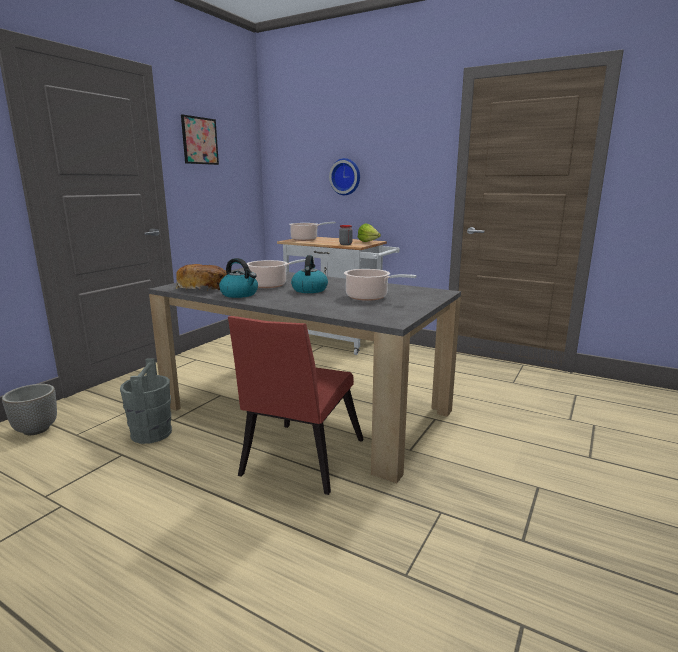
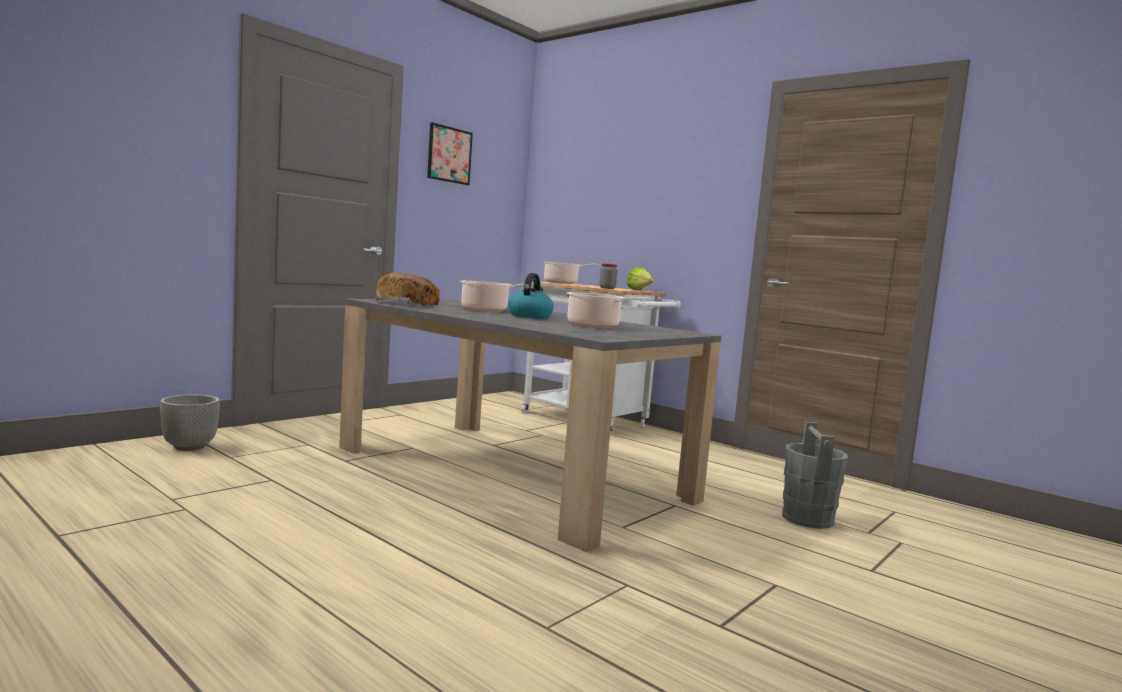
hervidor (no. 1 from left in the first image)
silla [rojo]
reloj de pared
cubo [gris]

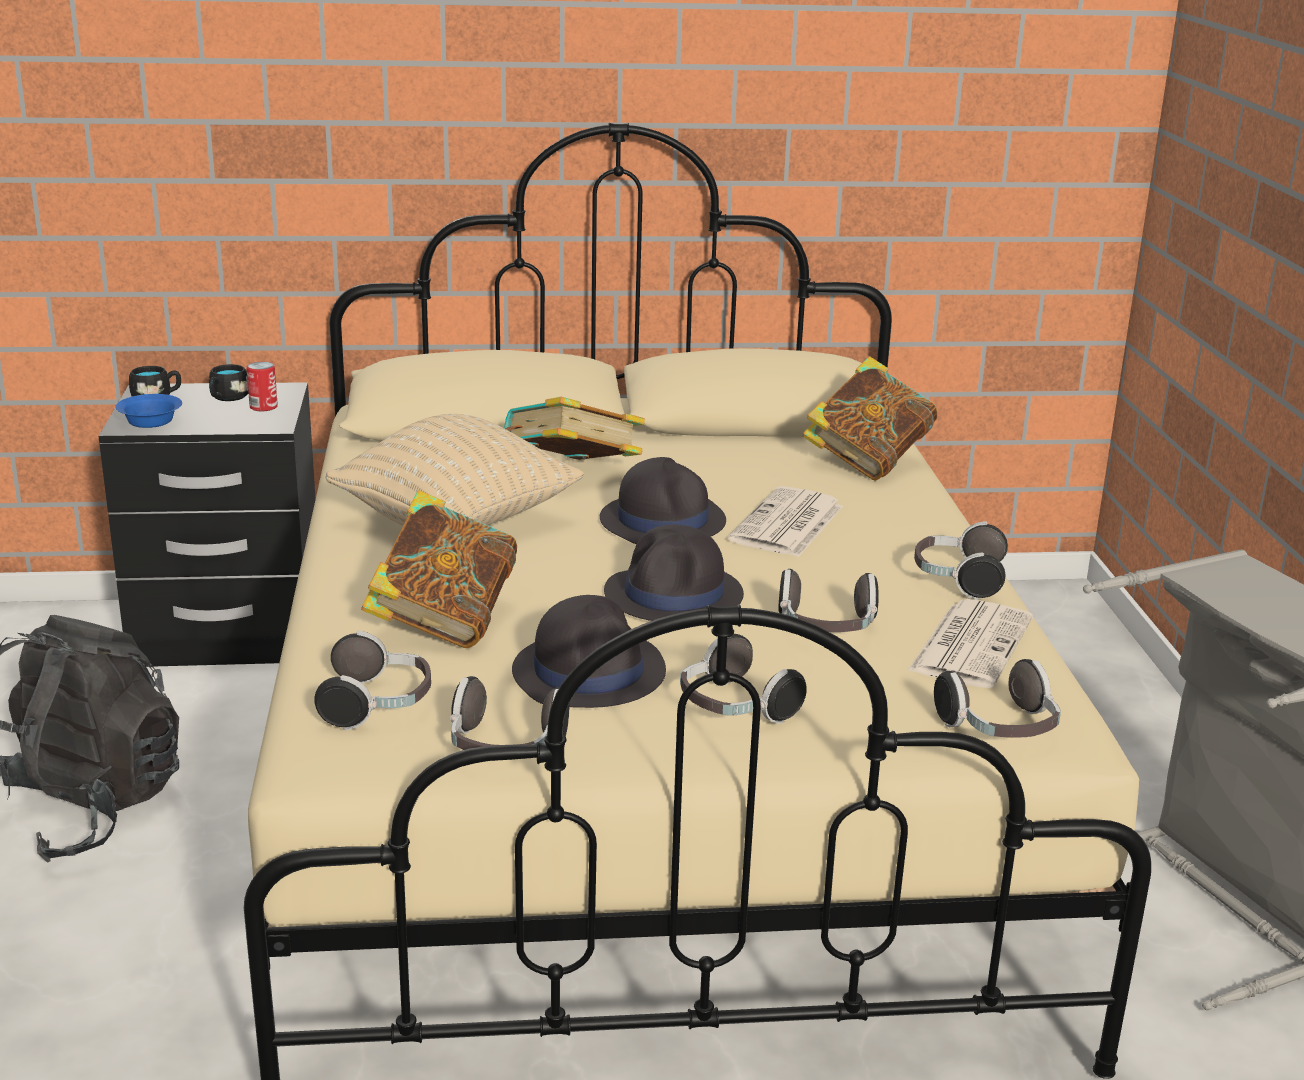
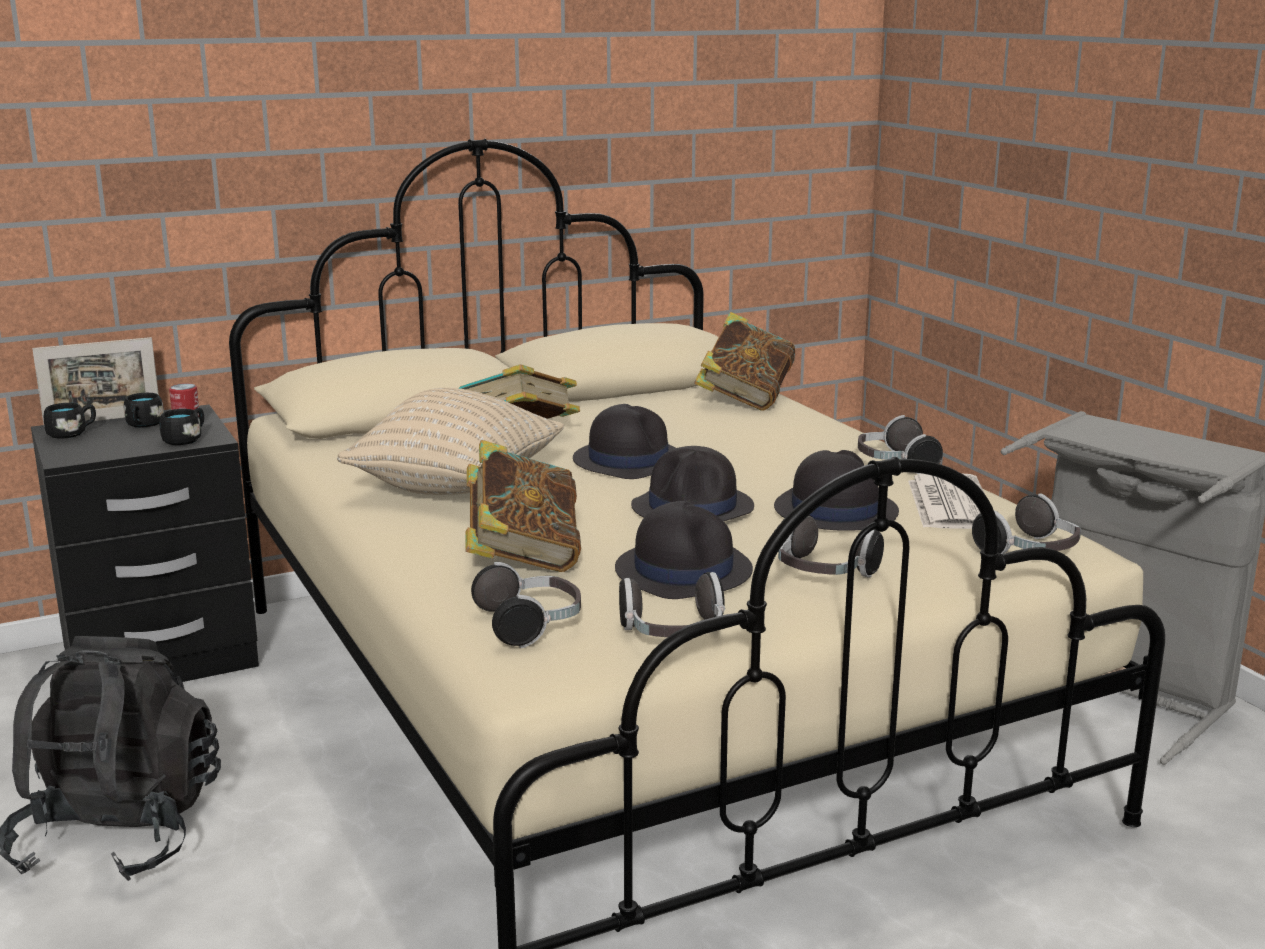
cuenco [azul]
periódico (no. 1 from left in the first image)
portarretratos
taza grande [negro] (no. 3 from left)
sombrero [negro] (no. 4 from left)

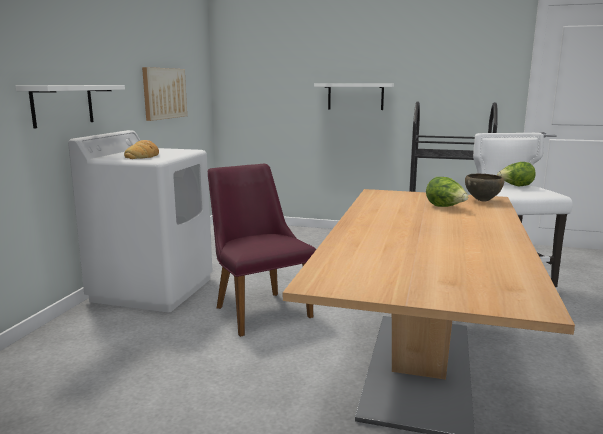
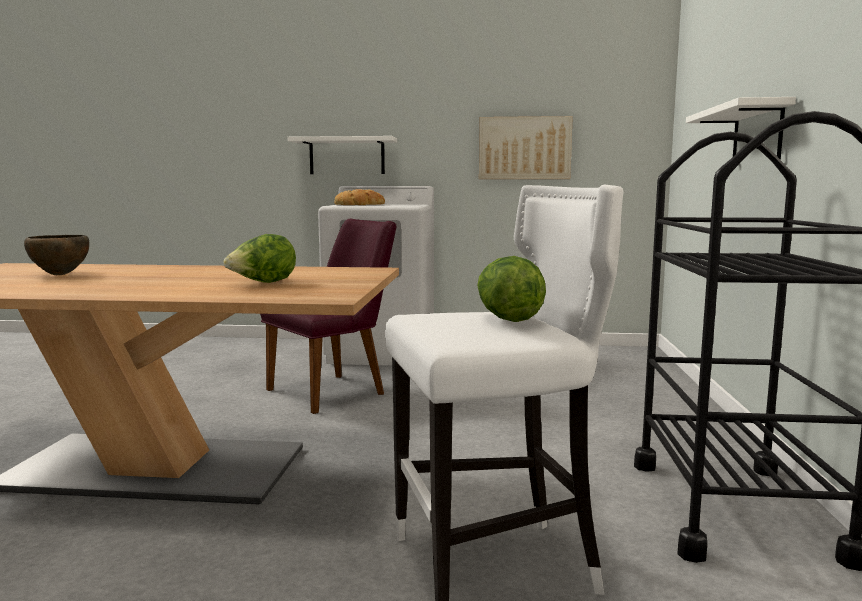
cuenco [marrón]

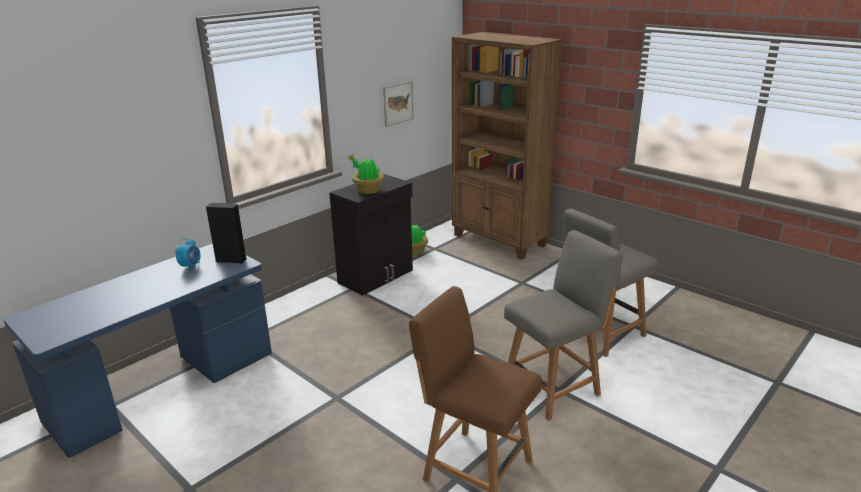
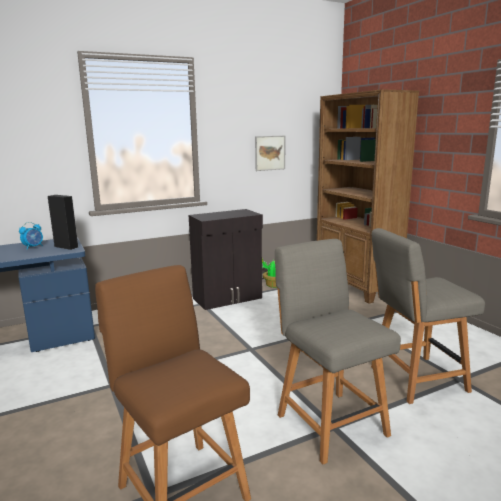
planta en maceta (no. 1 from left in the first image)
silla [gris] (no. 1 from left)

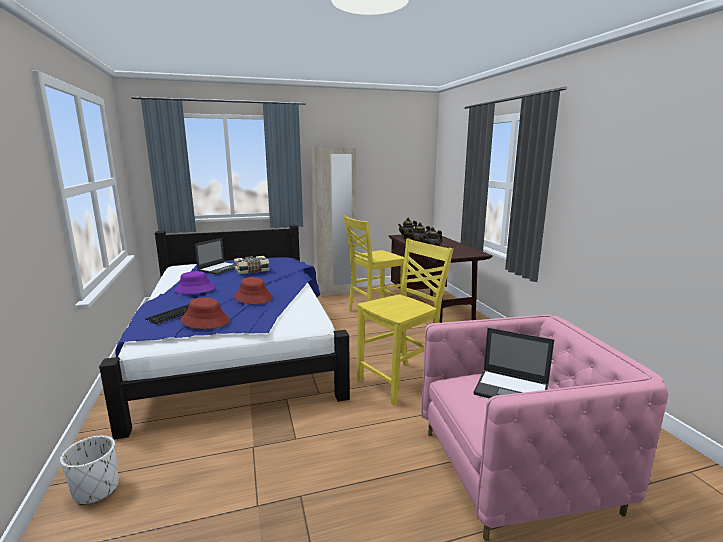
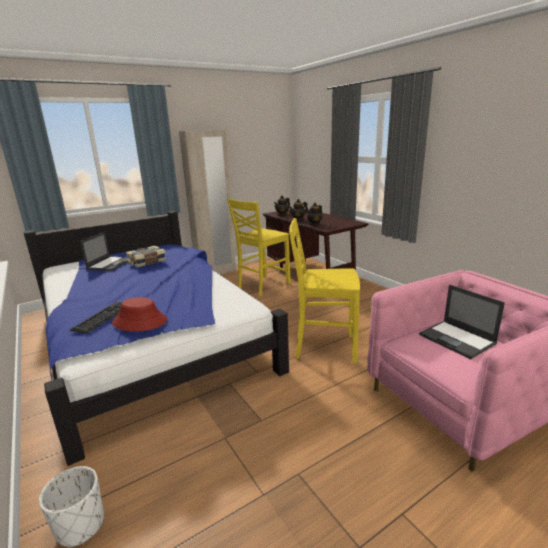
sombrero [morado]
sombrero [rojo] (no. 2 from left in the first image)
silla [amarillo] (no. 2 from left)
portátil (no. 2 from left)

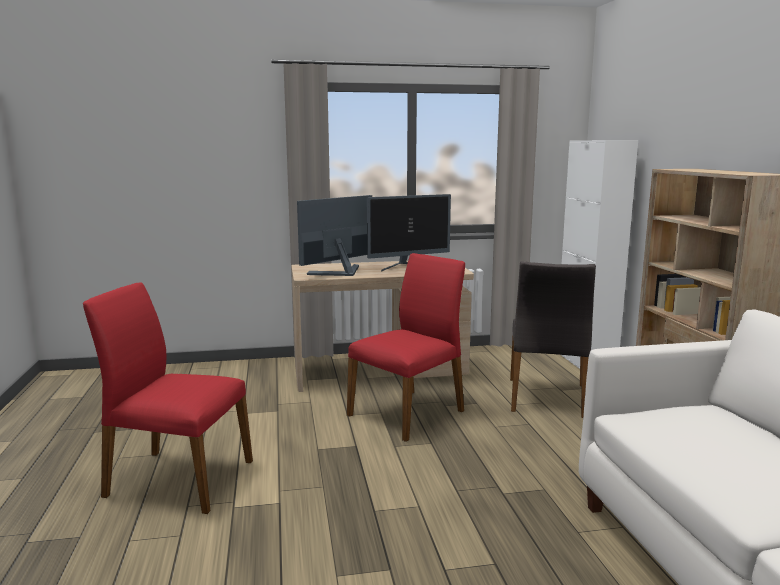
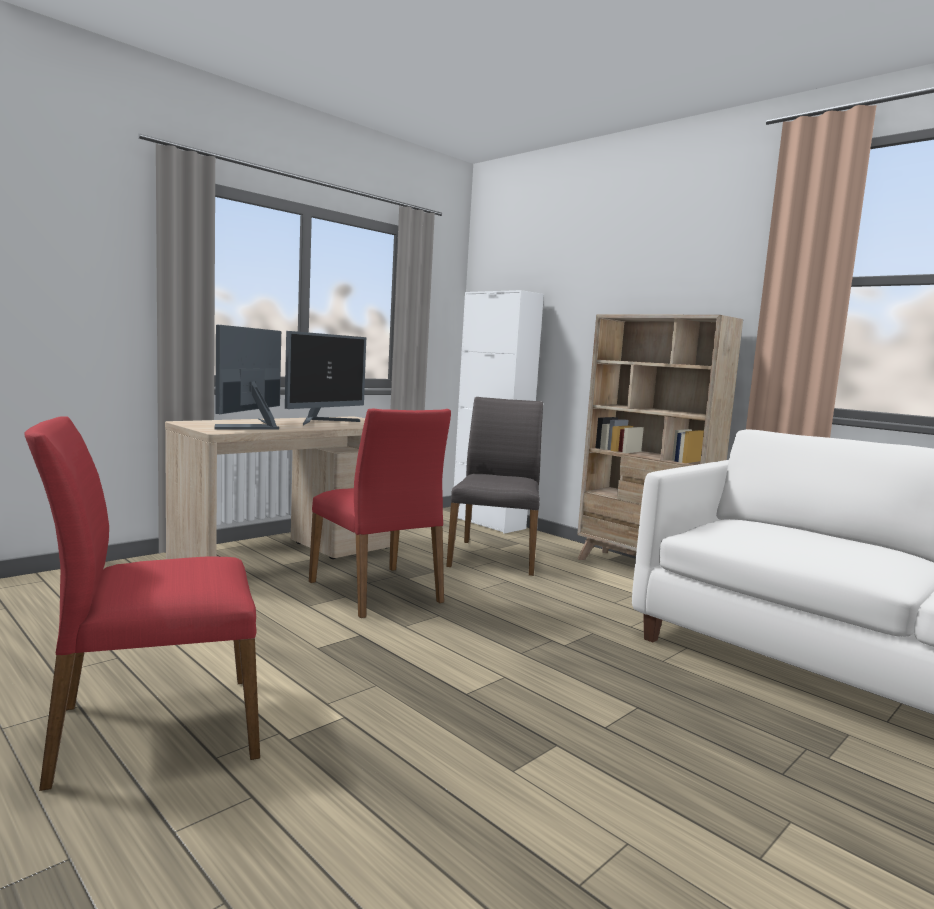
silla [rojo] (no. 2 from left)
silla [gris]

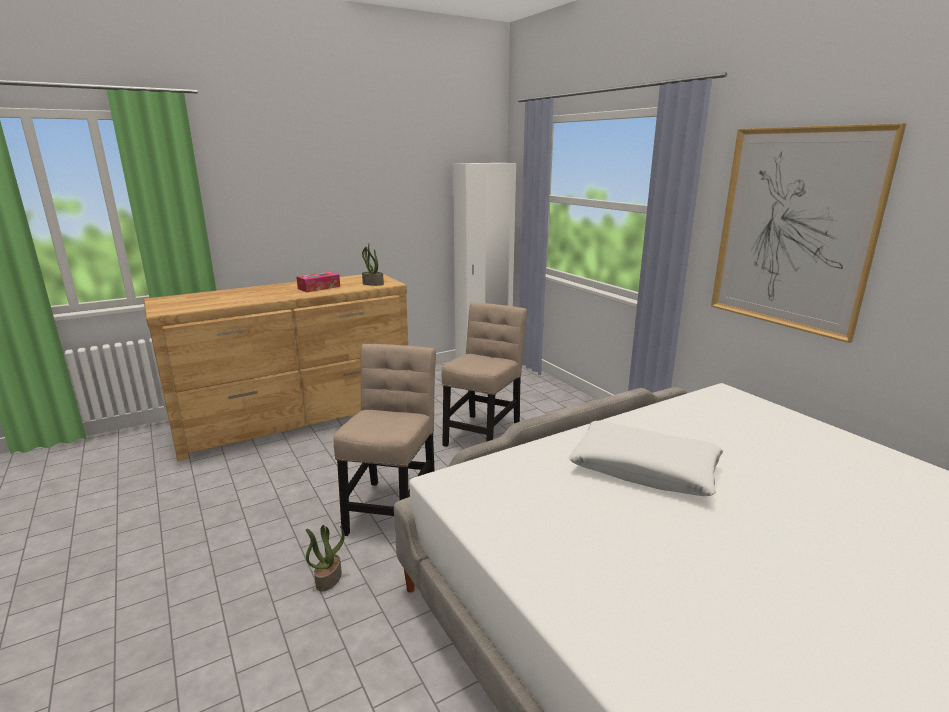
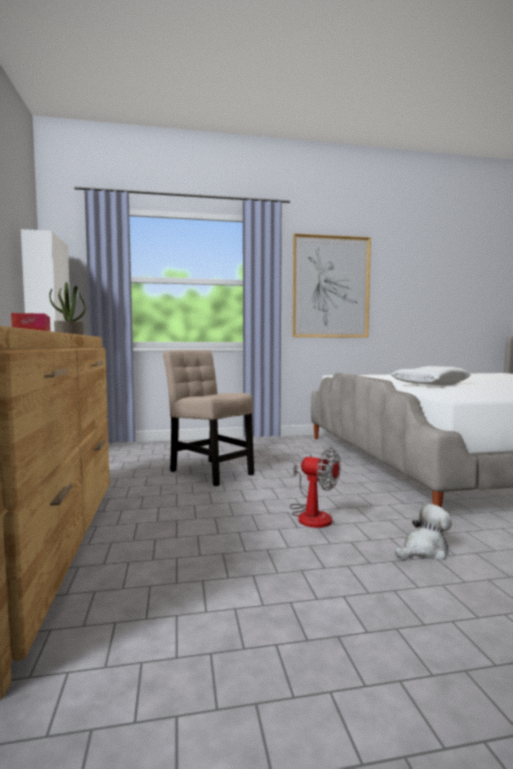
peluche
ventilador

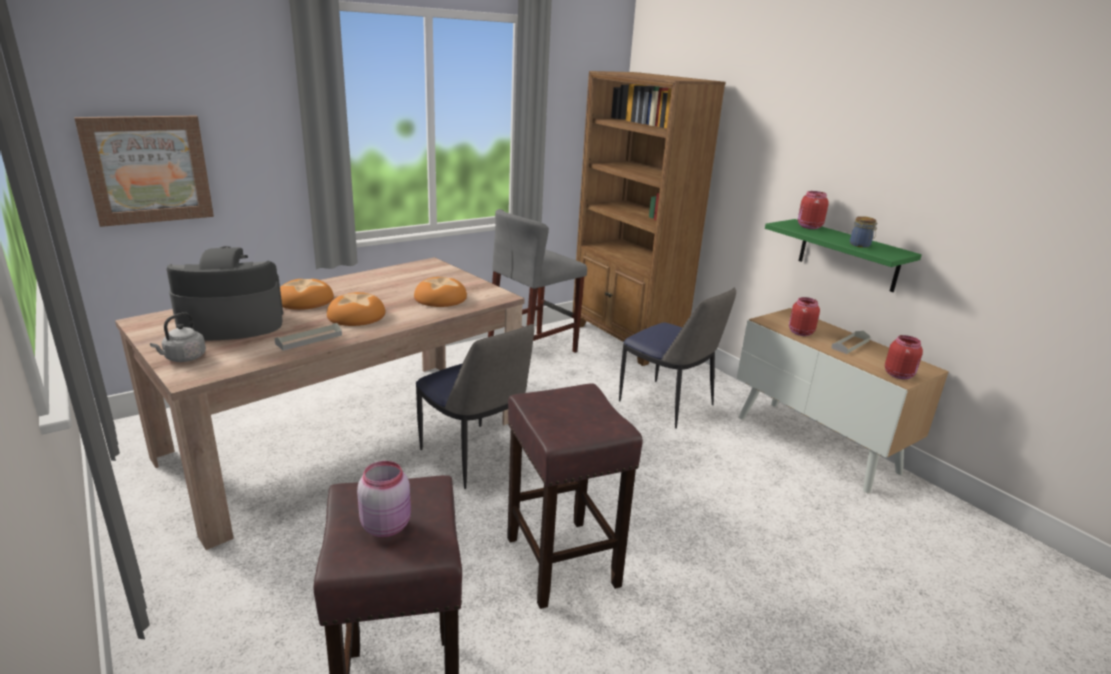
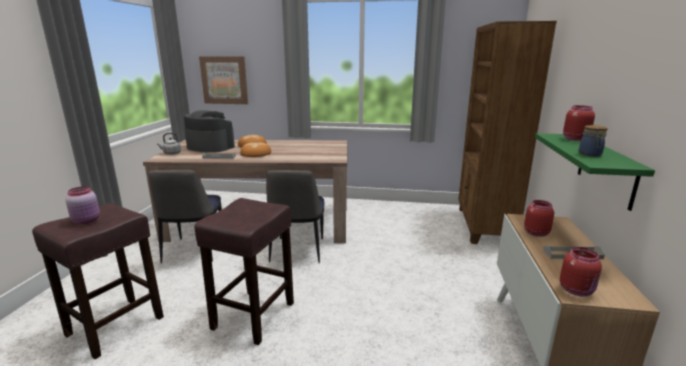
pan (no. 3 from left in the first image)
taburete [gris]
silla (no. 1 from left)

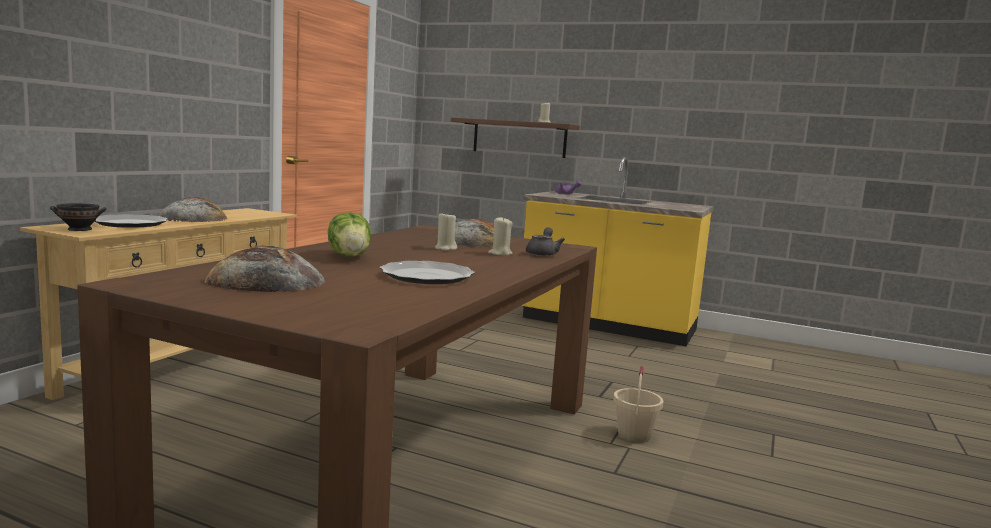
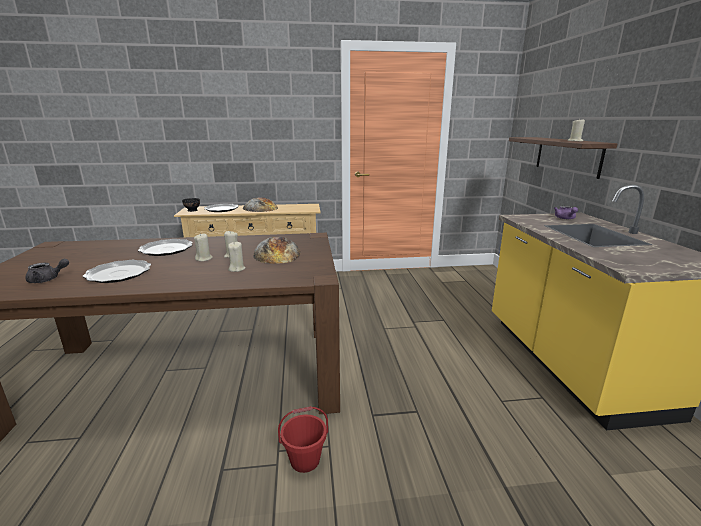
pan (no. 2 from left in the first image)
vela [beis] (no. 1 from left)
tetera [gris]
plato (no. 2 from left)
cubo [rojo]

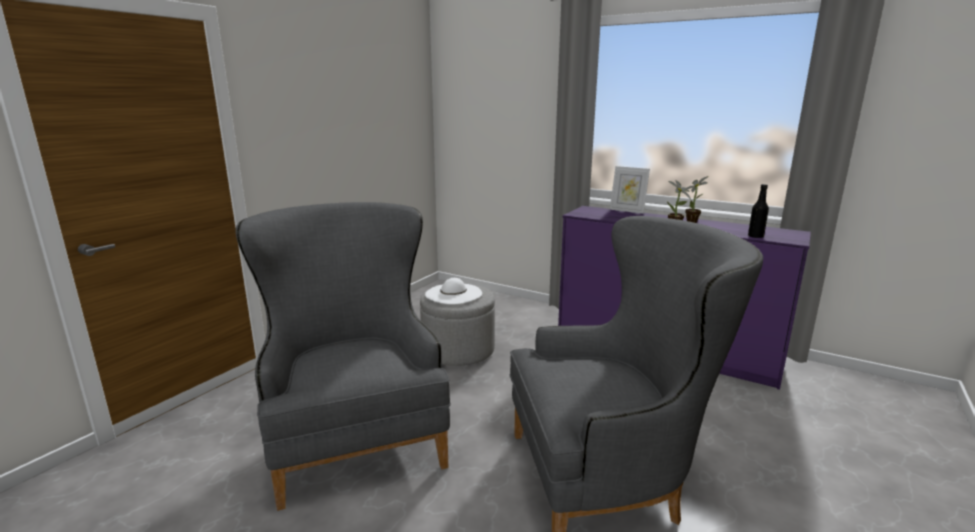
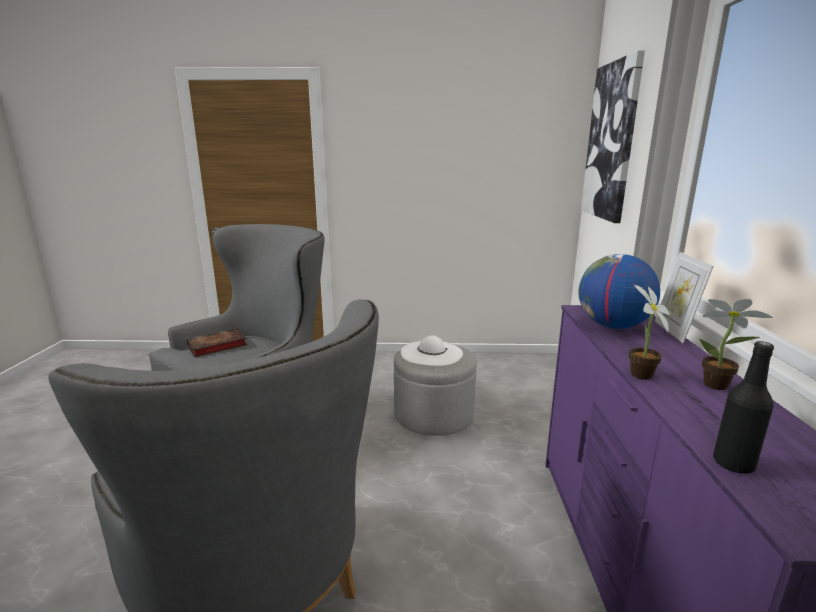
libro
globo terráqueo
cuadro

